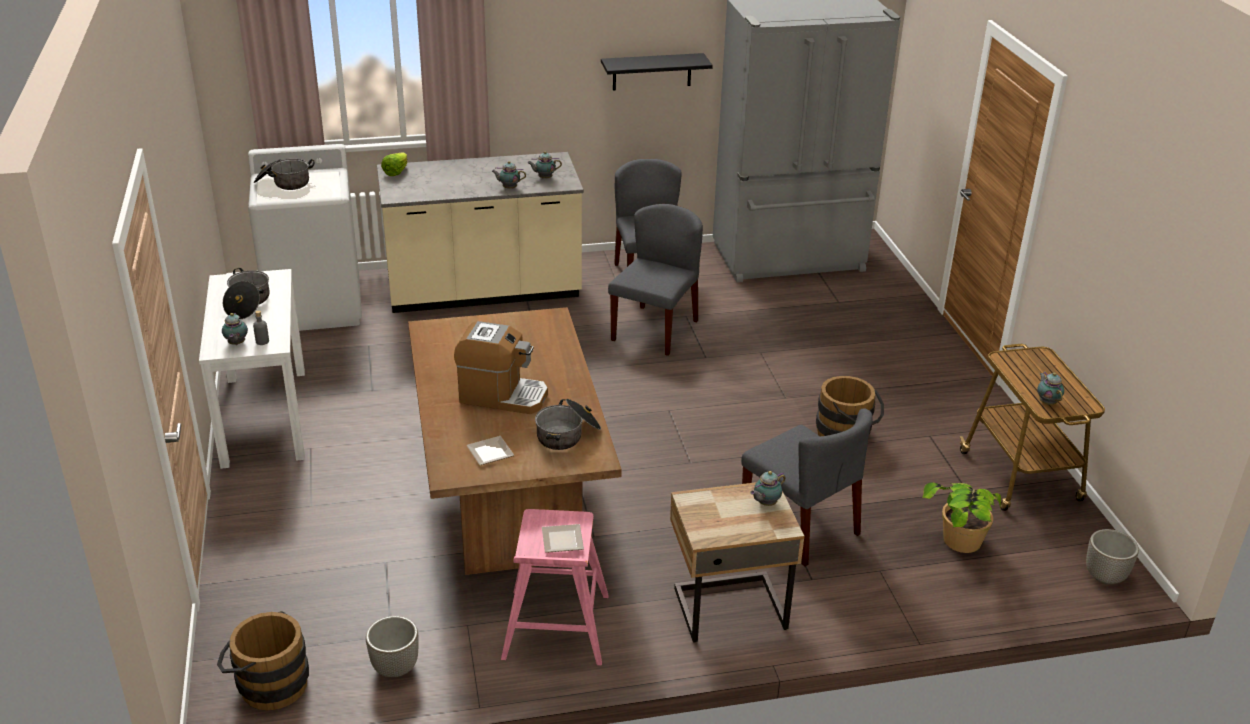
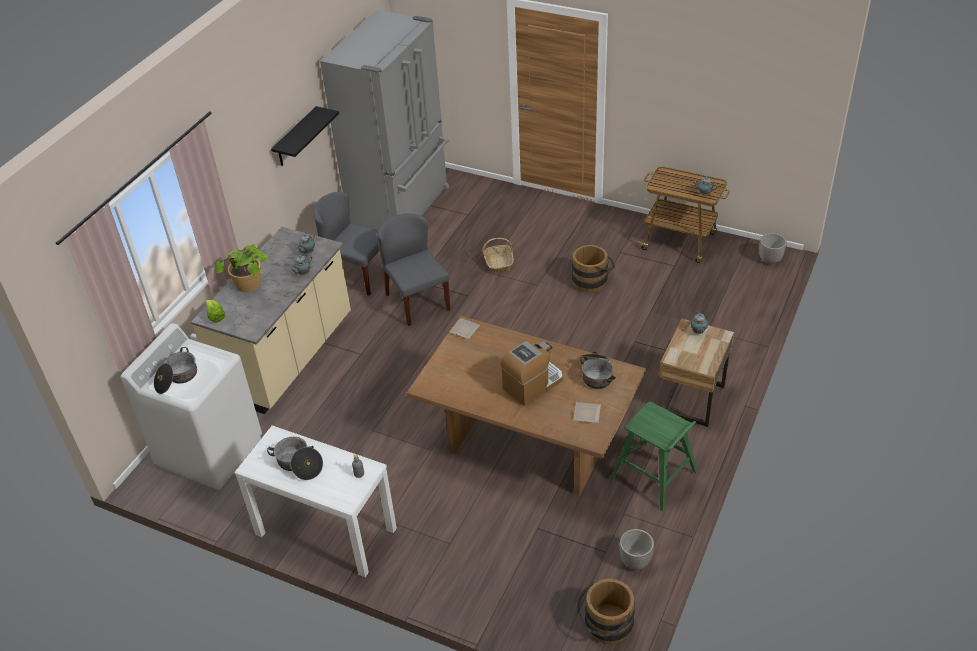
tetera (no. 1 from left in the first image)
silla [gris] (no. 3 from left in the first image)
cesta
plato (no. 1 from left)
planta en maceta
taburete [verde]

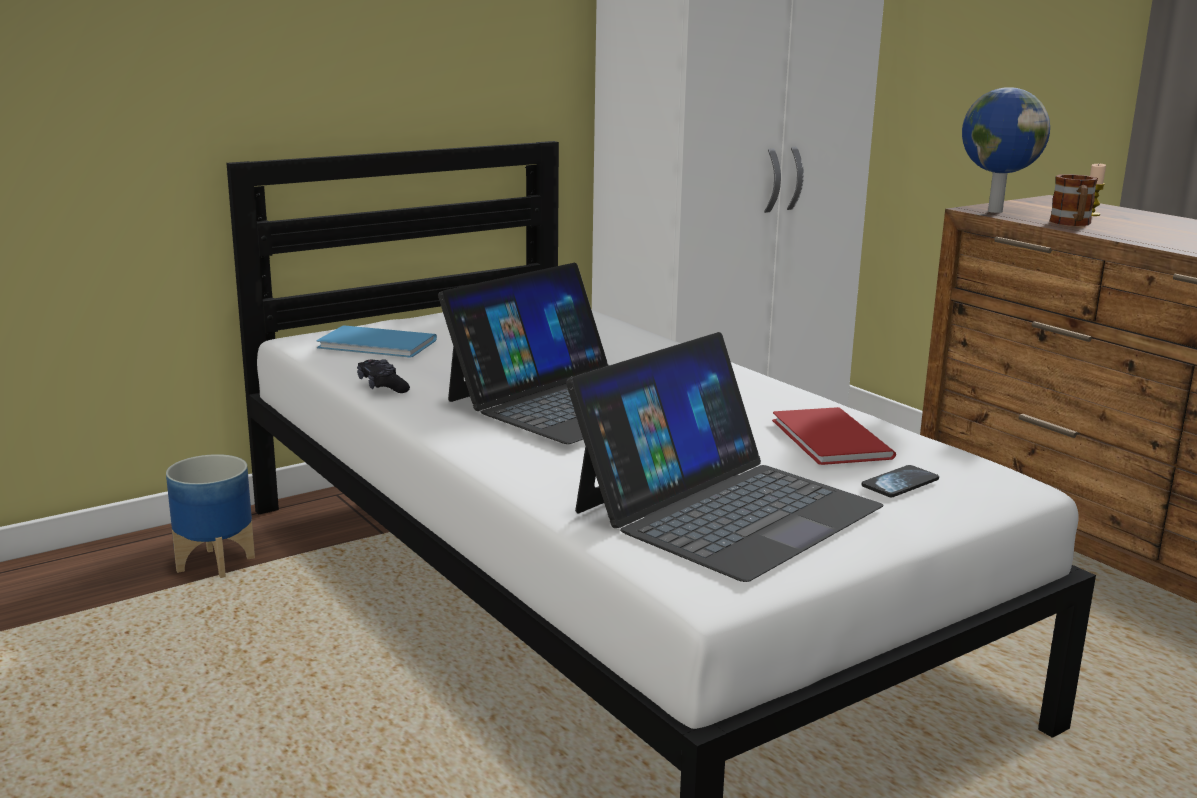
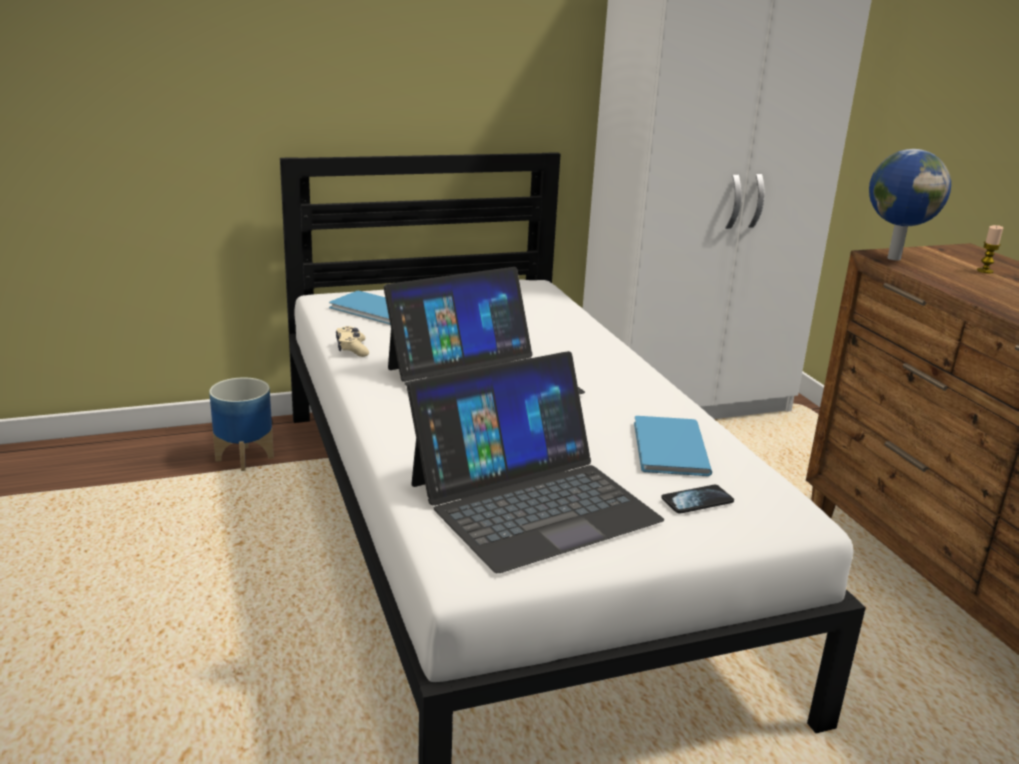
taza grande
mando de consola [beis]
libro [azul] (no. 2 from left)

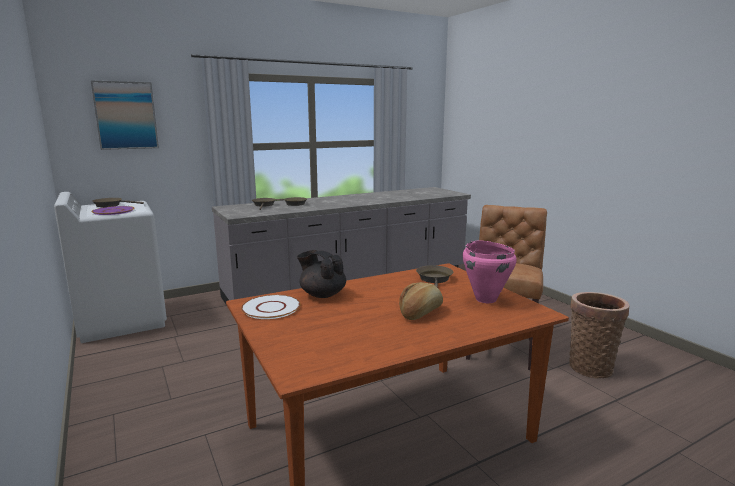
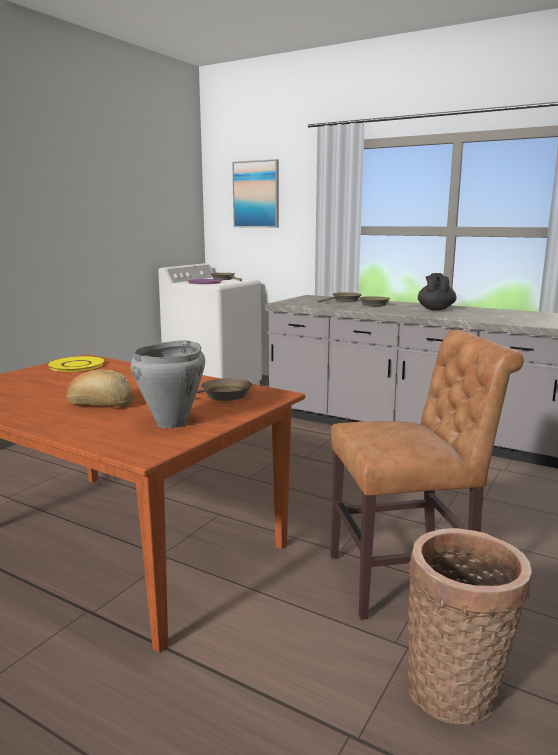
tetera [negro]
plato [amarillo]
olla [gris]

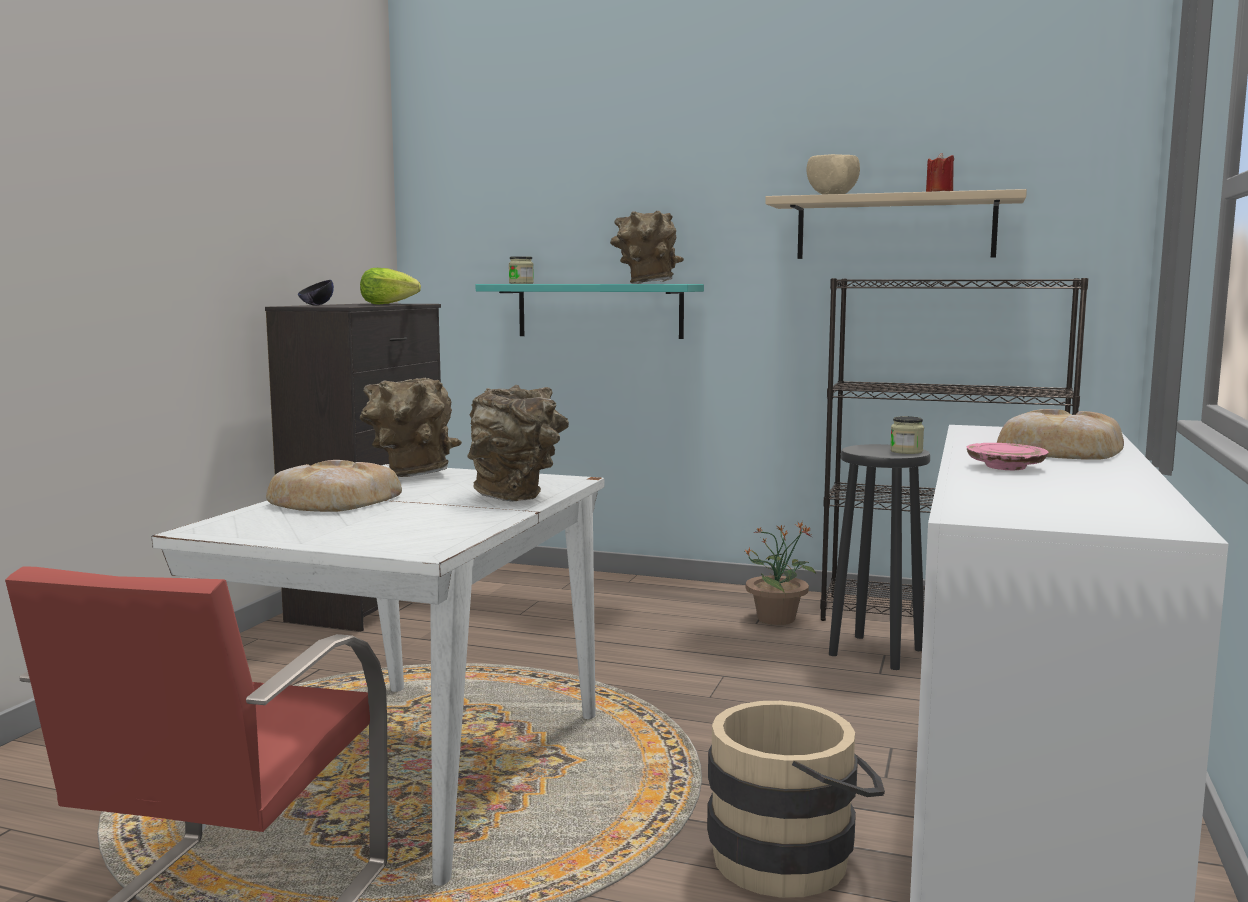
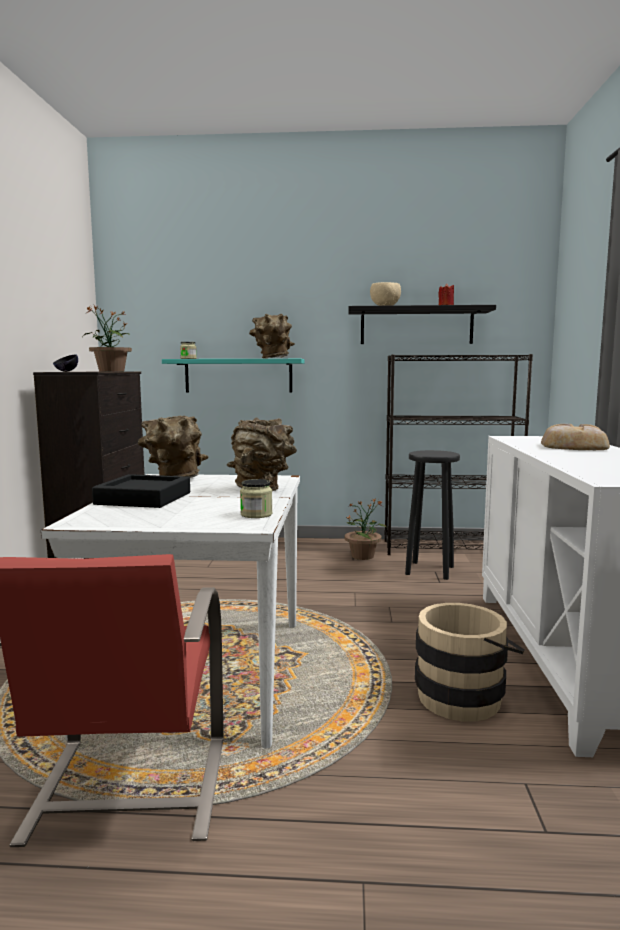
plato [rosa]
tarro (no. 2 from left)
bandeja [negro]
planta en maceta (no. 1 from left)
estante [negro]

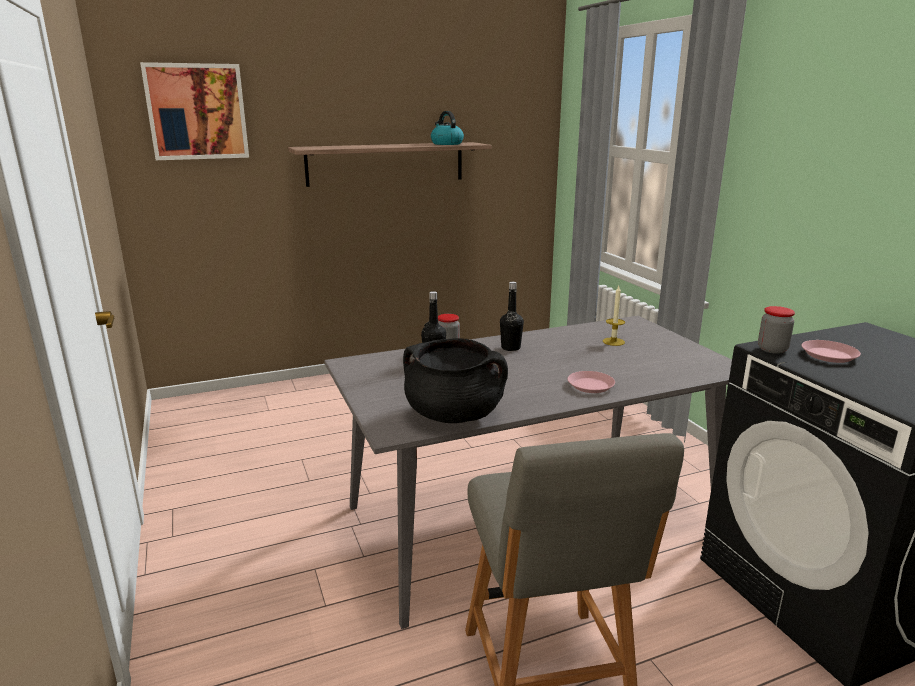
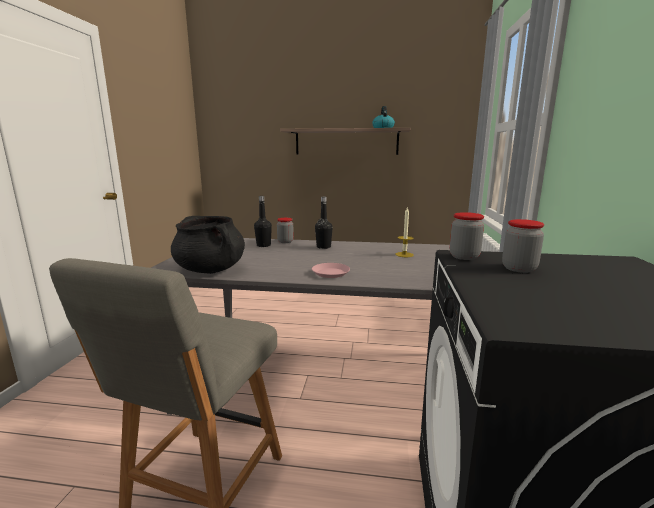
cuadro
tarro (no. 3 from left)

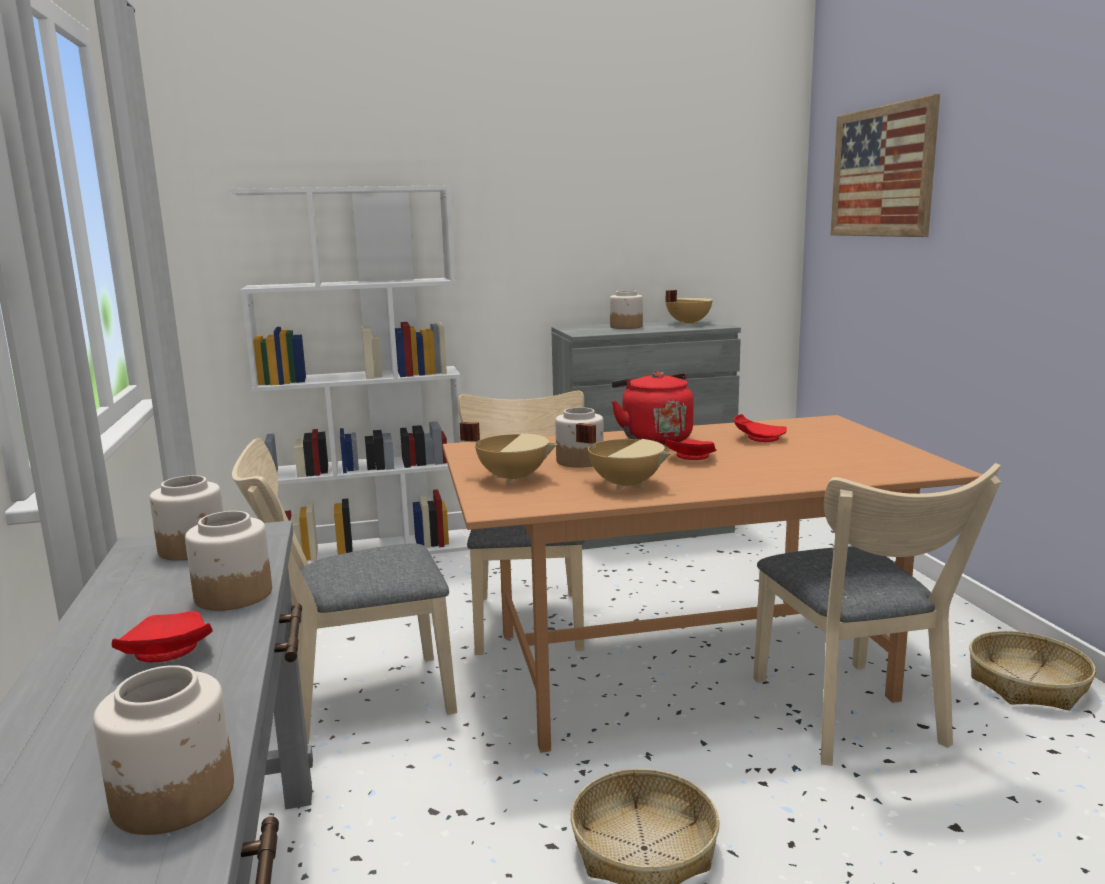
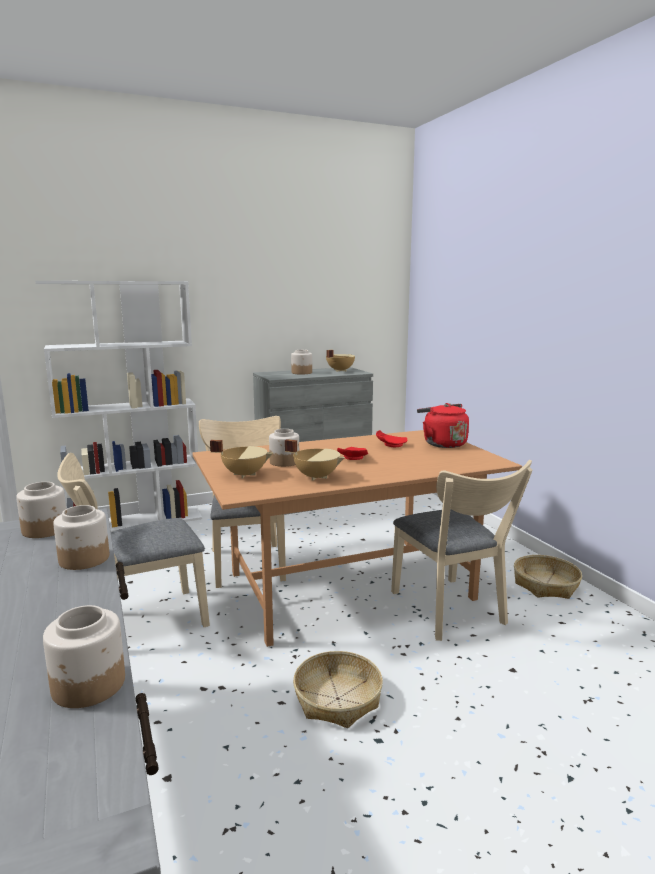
plato [rojo] (no. 1 from left in the first image)
cuadro
hervidor [rojo]

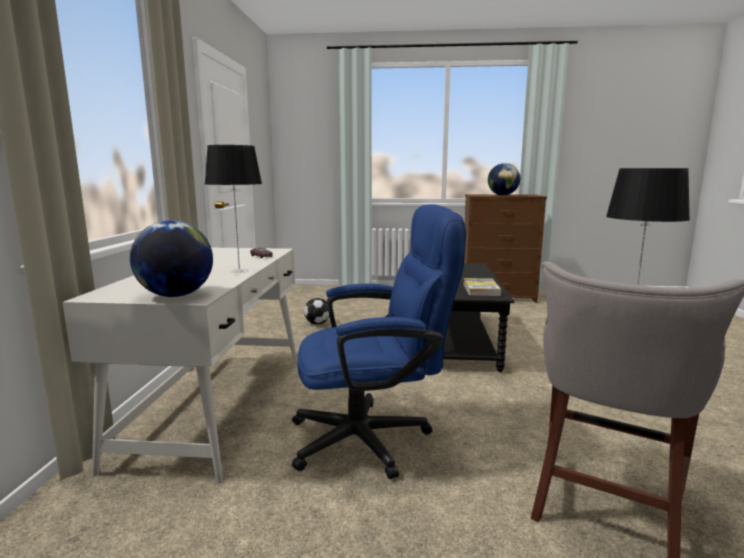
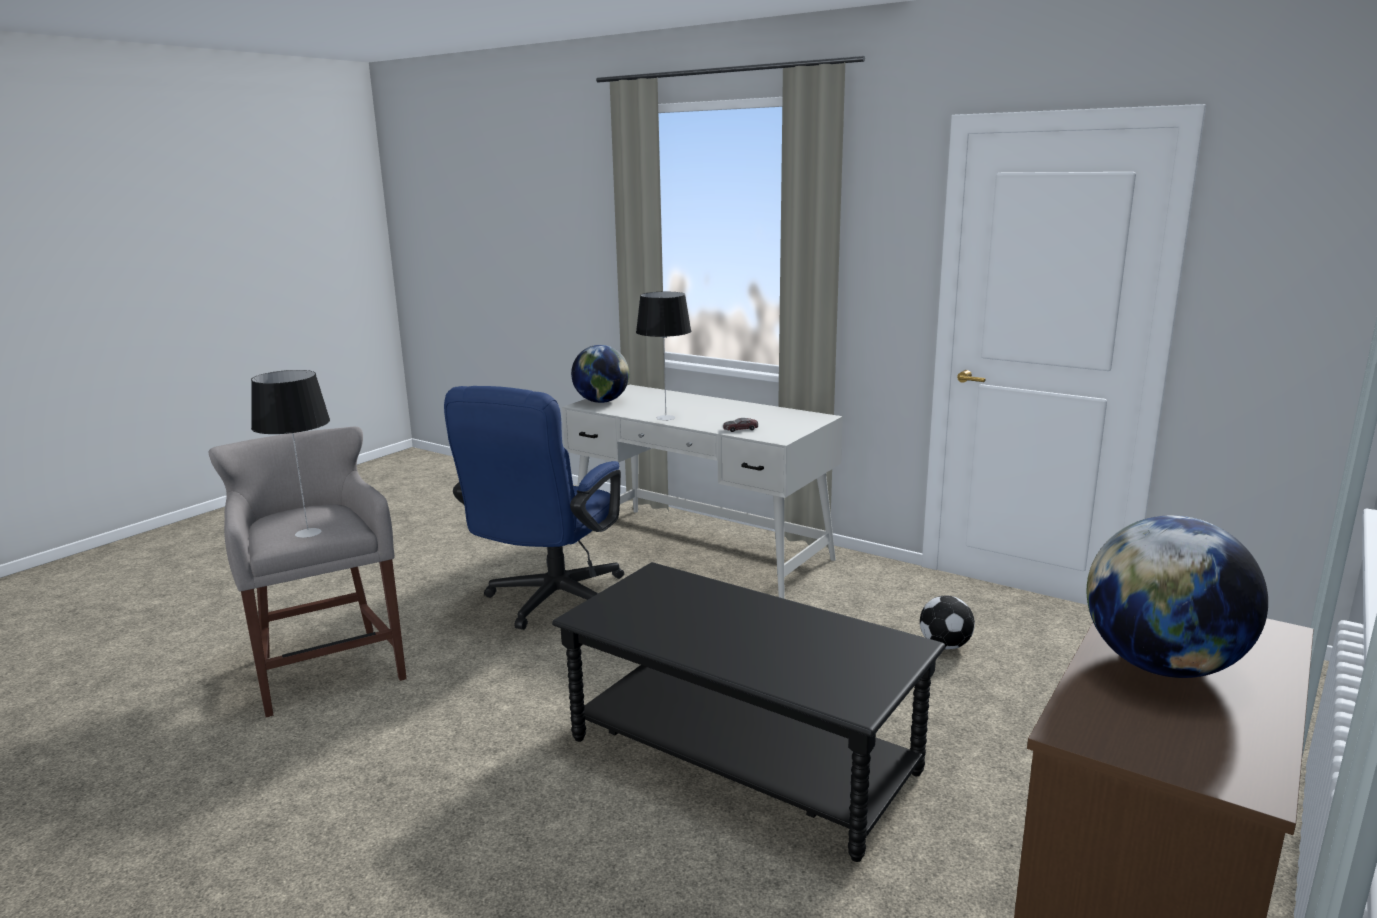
libro

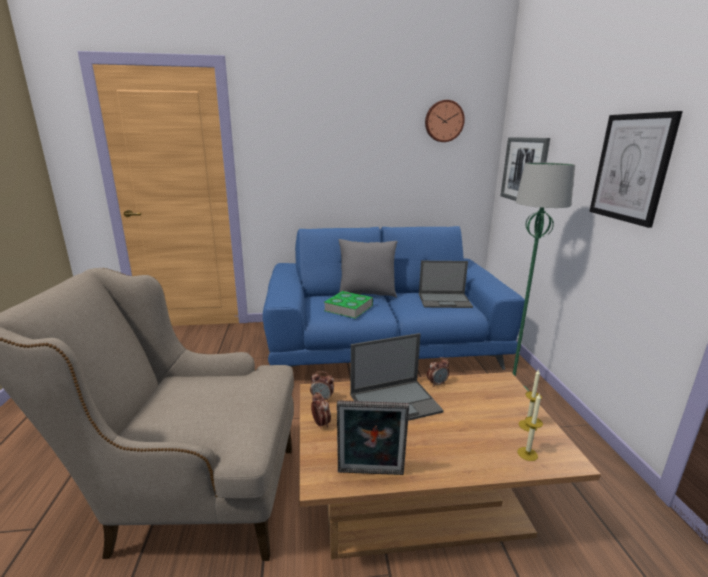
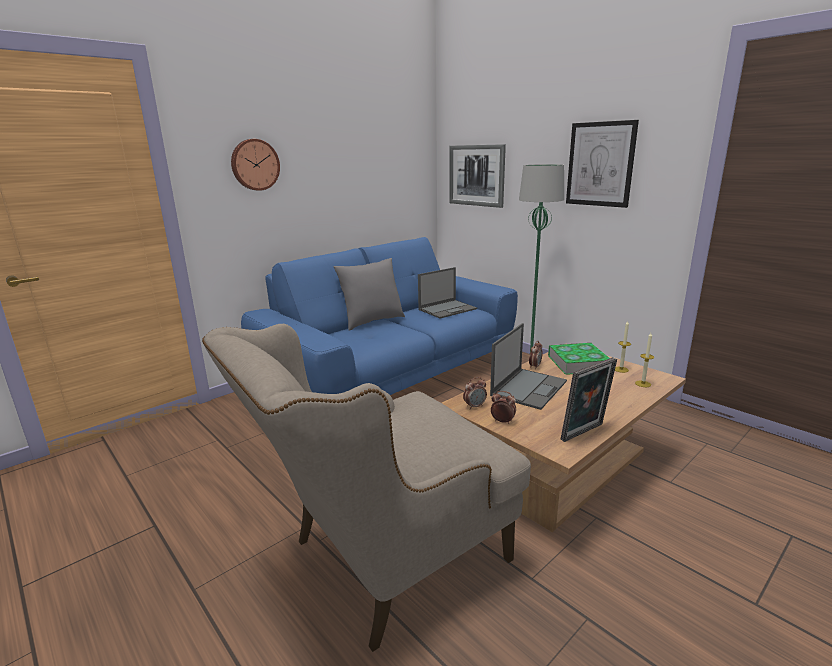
libro
reloj de pared

